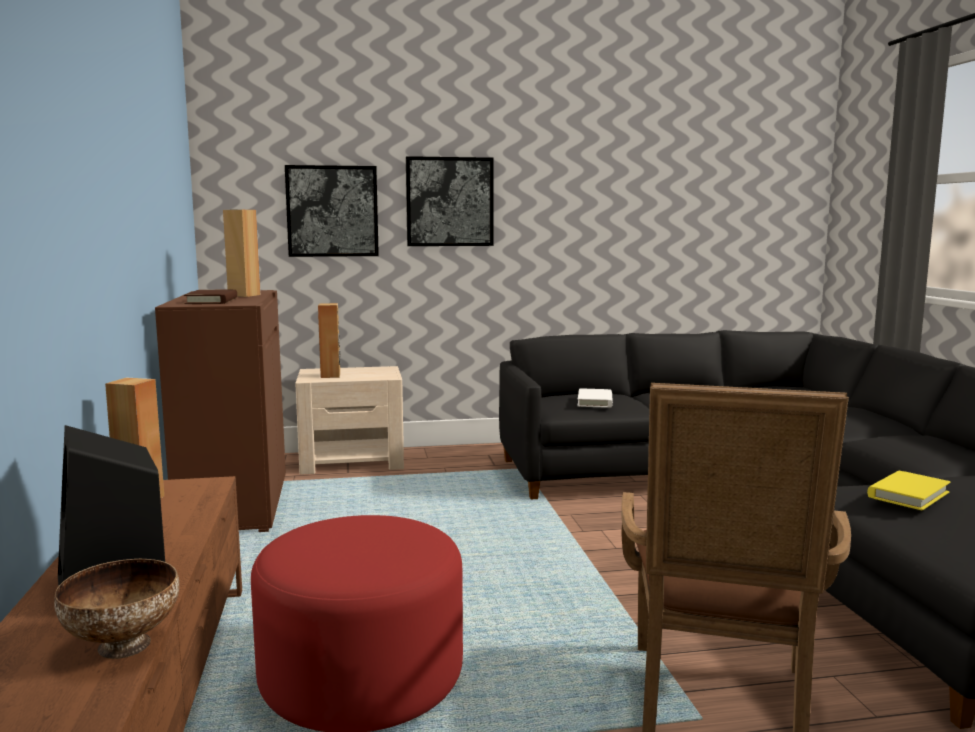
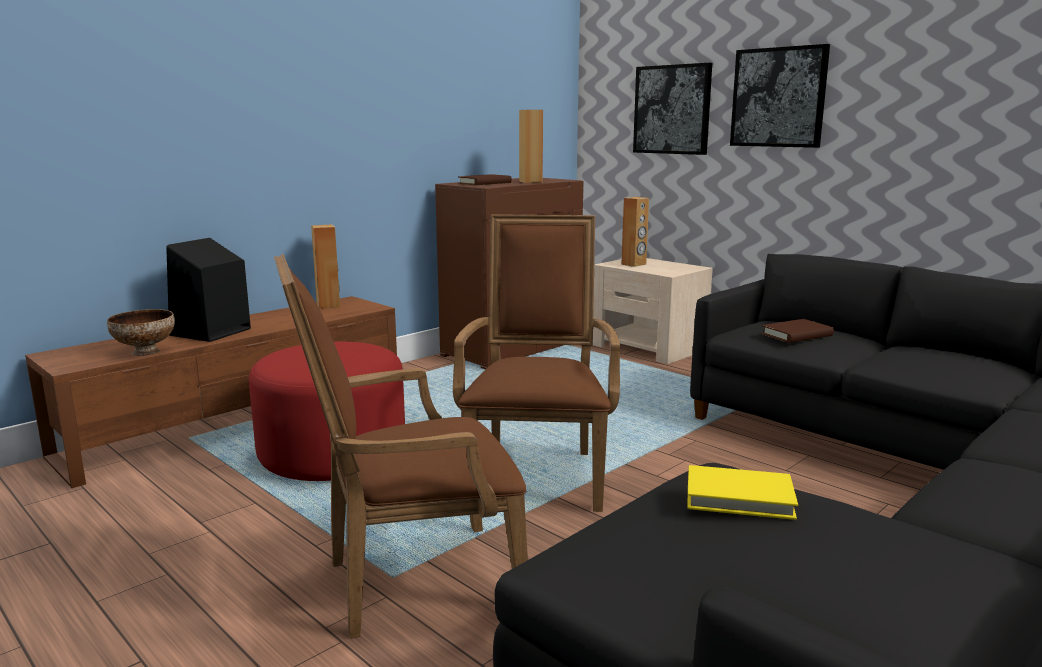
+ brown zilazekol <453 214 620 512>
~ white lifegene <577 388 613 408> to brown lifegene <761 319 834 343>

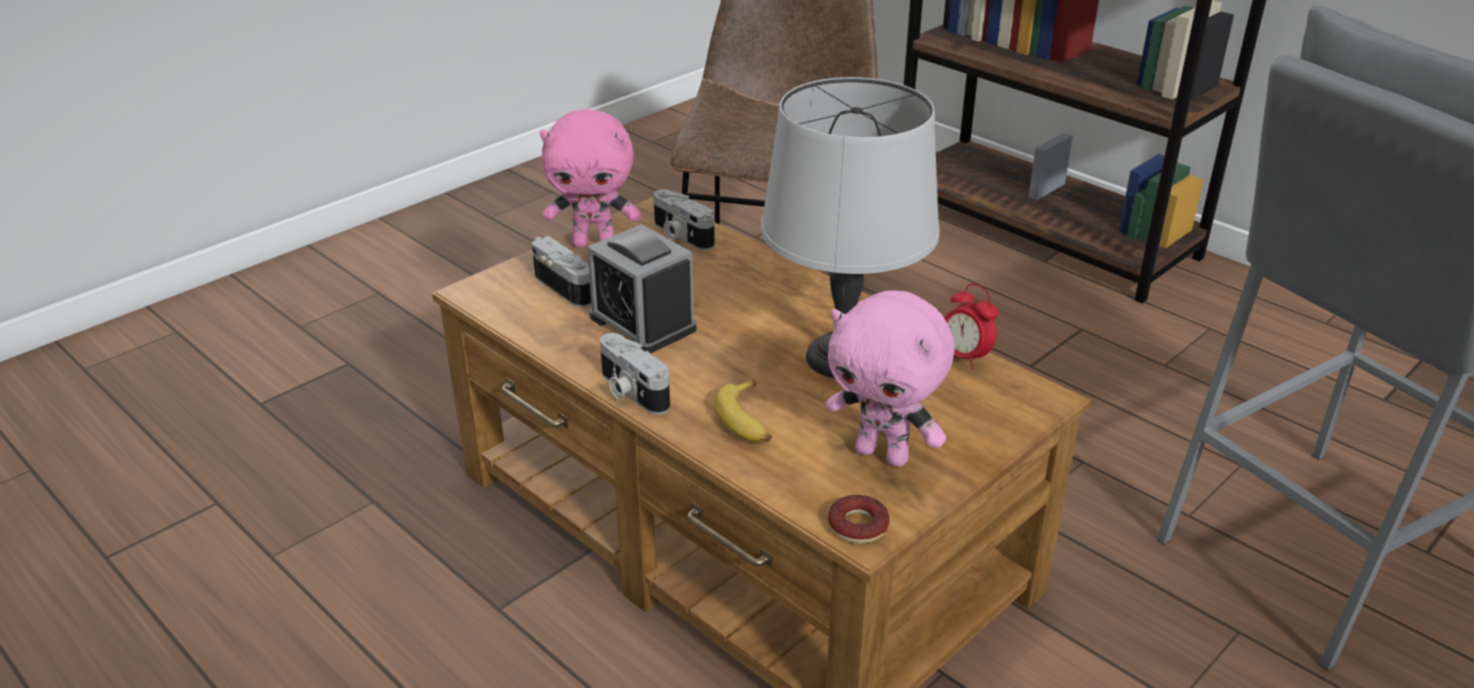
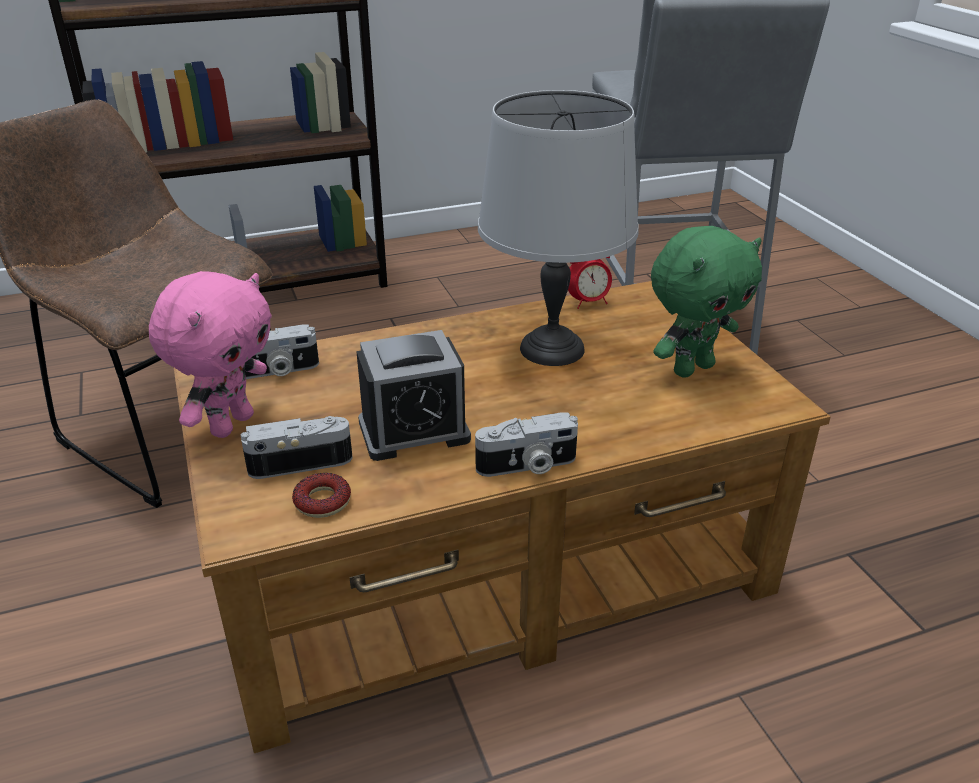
~ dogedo <828 495 890 543> to <292 473 351 518>
~ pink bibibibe <826 290 954 467> to green bibibibe <651 226 762 378>
- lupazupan <714 379 772 443>

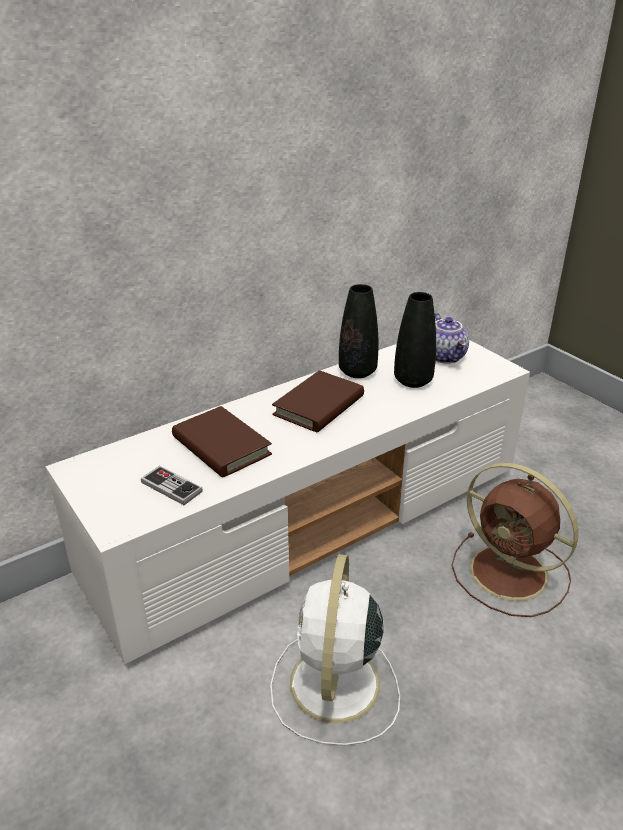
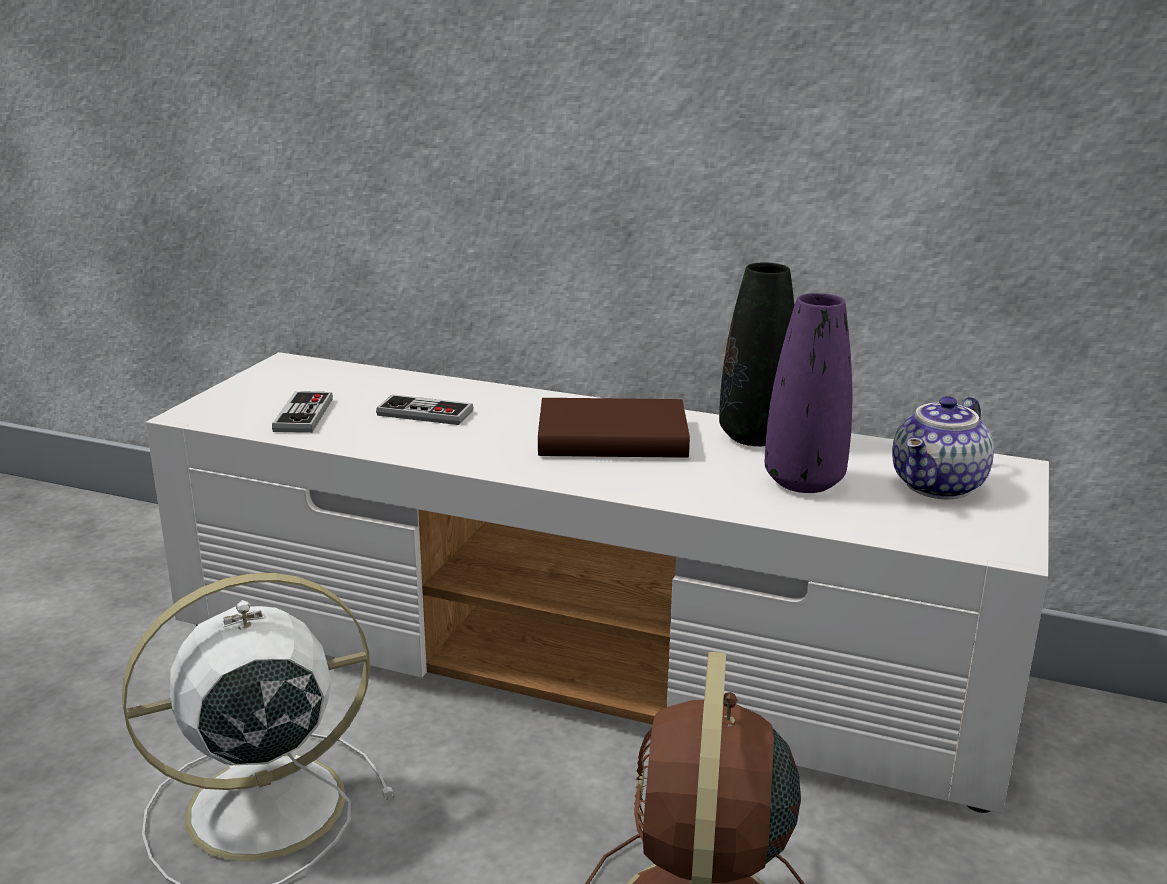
~ brown lifegene <172 406 272 478> to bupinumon <376 394 473 425>
~ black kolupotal <394 292 436 388> to purple kolupotal <765 293 852 493>

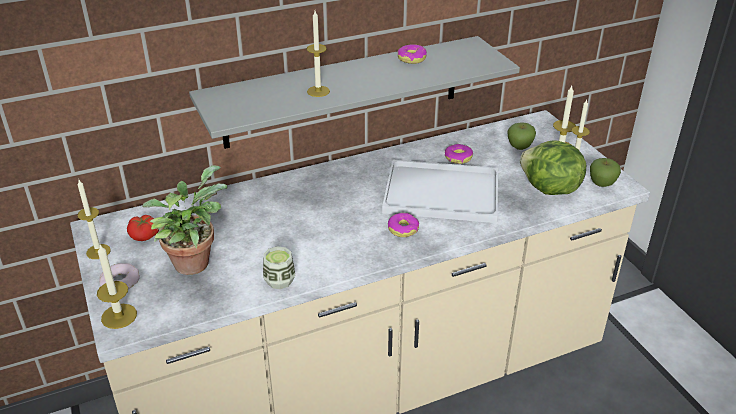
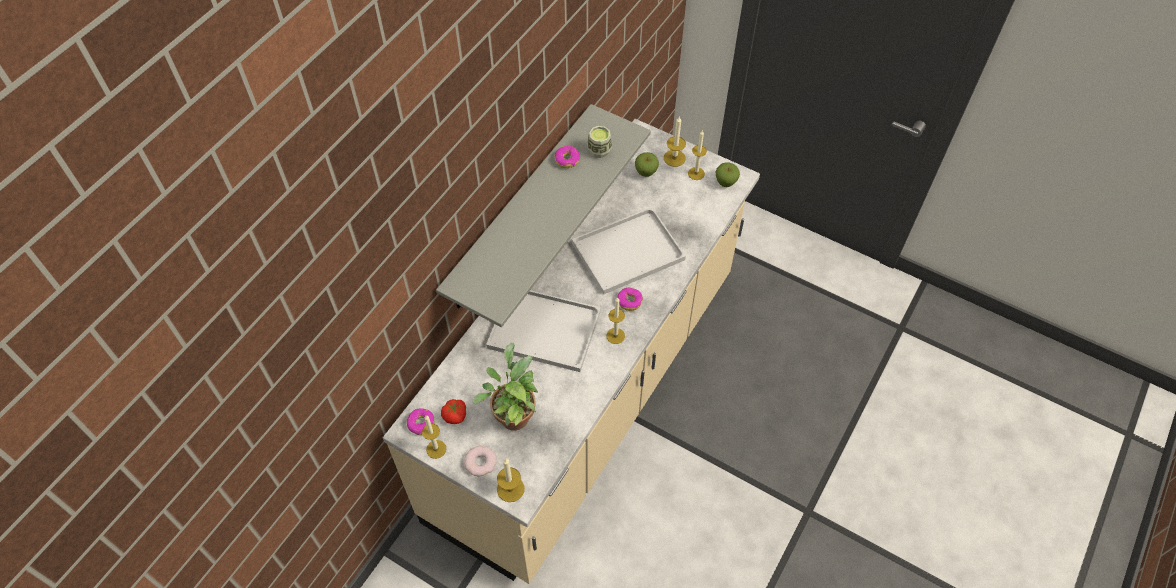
~ dogedo <445 144 473 164> to <407 408 434 435>
+ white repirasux <486 290 601 372>
~ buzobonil <263 246 295 289> to <587 126 612 158>
~ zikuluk <307 11 330 97> to <606 297 625 344>
- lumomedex <520 140 586 195>

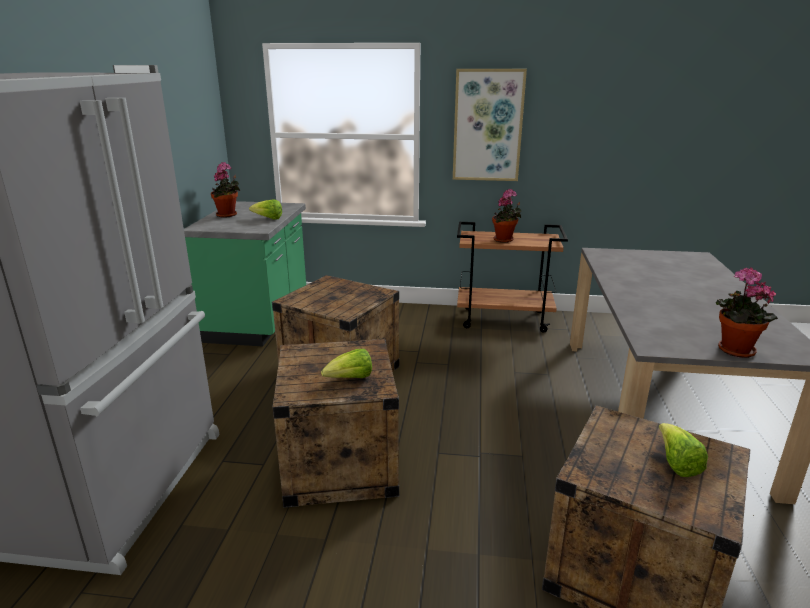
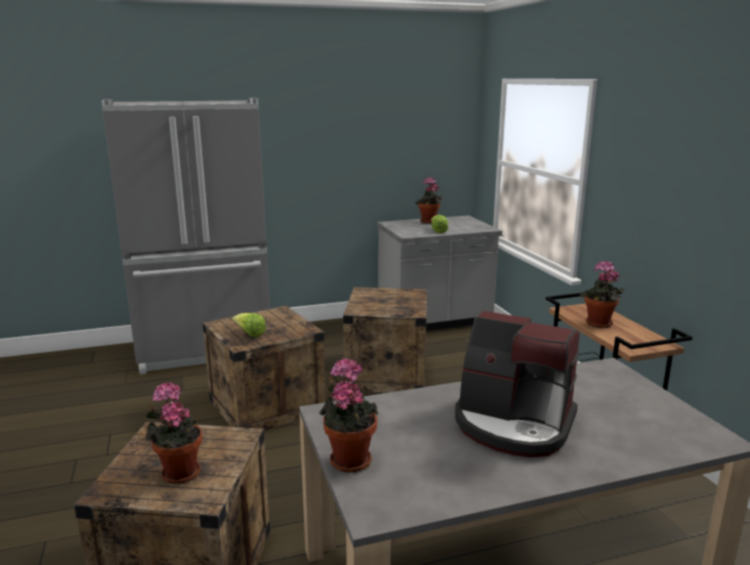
~ lumomedex <659 423 708 477> to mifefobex <145 382 202 484>
~ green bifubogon <184 201 306 346> to grey bifubogon <377 215 502 331>
+ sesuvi <455 311 580 457>
- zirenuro <453 69 527 181>

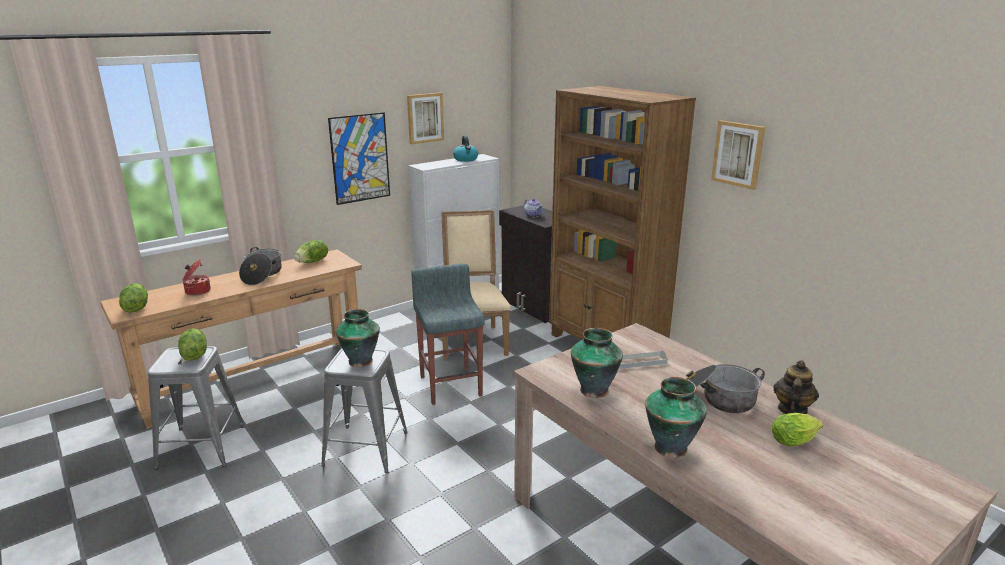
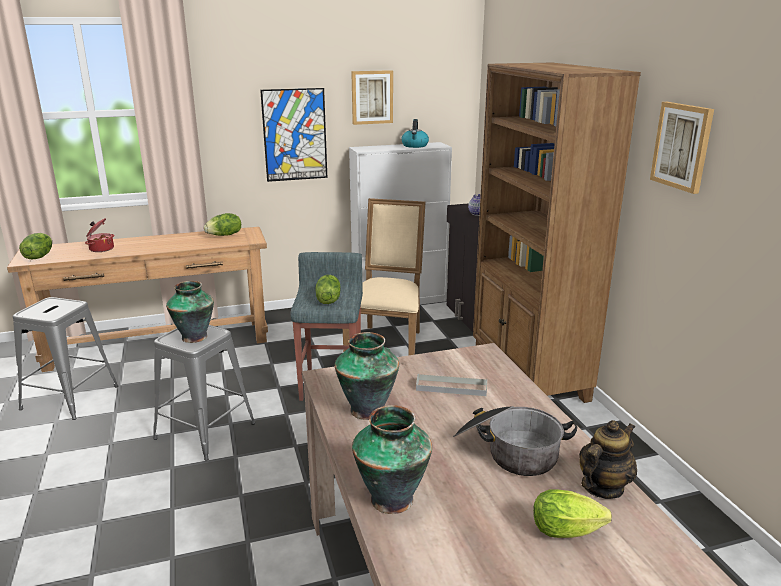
~ lumomedex <178 329 207 361> to <315 275 341 304>
- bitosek <239 247 282 285>

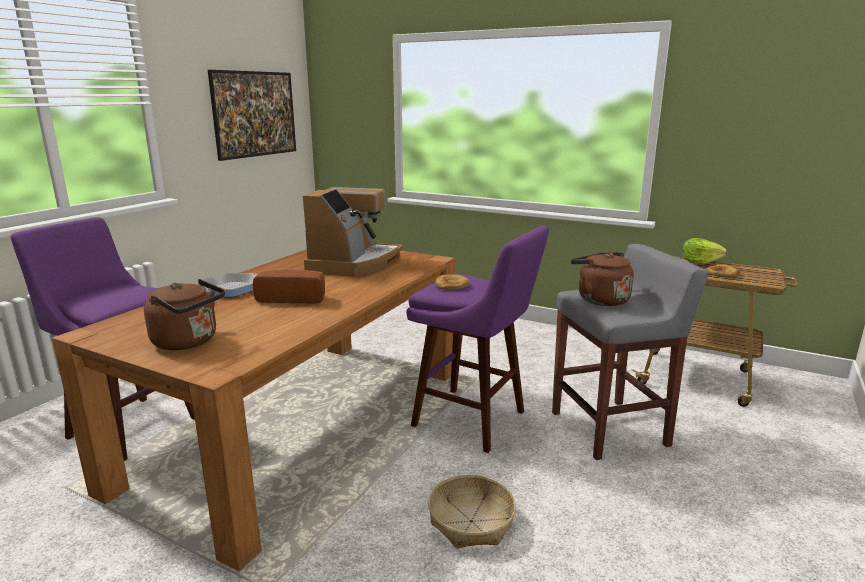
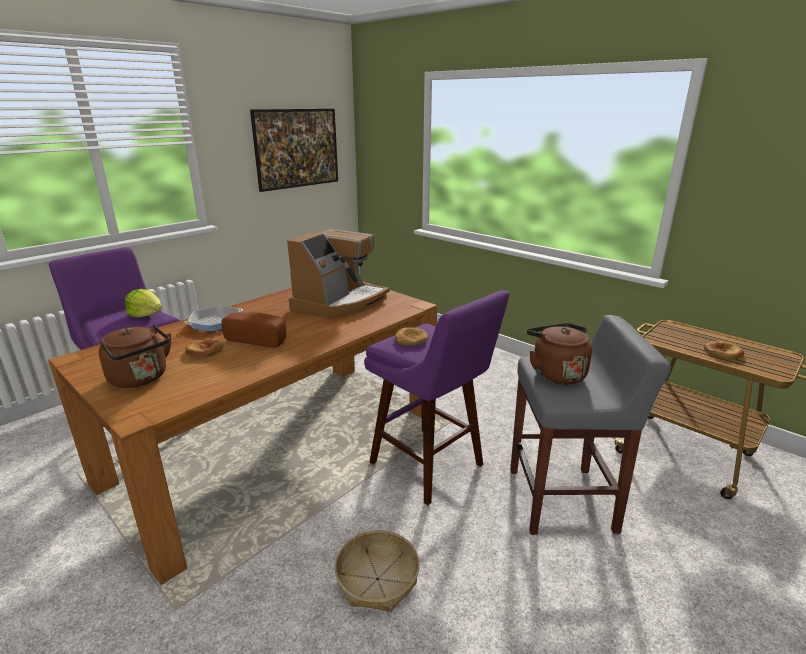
~ lumomedex <682 238 727 264> to <125 289 162 317>
+ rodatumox <185 339 223 358>

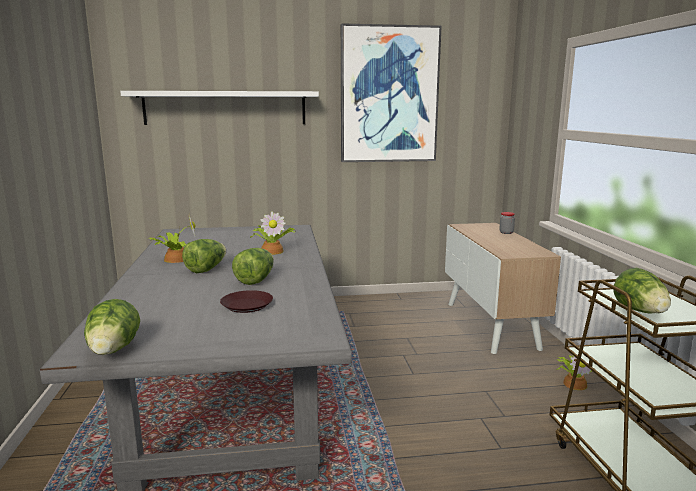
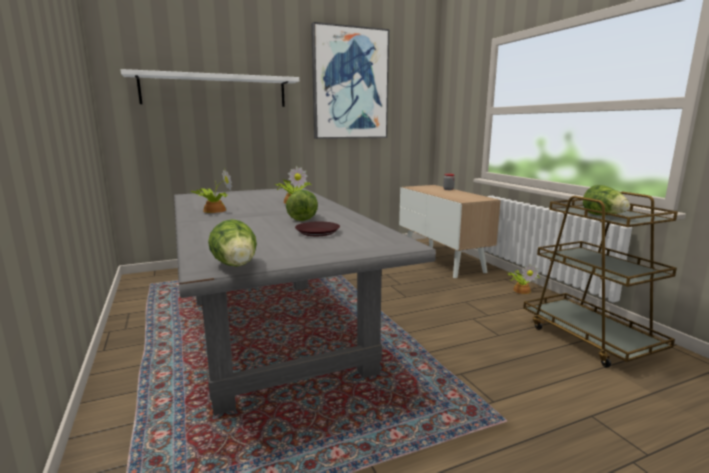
- lumomedex <182 239 226 273>

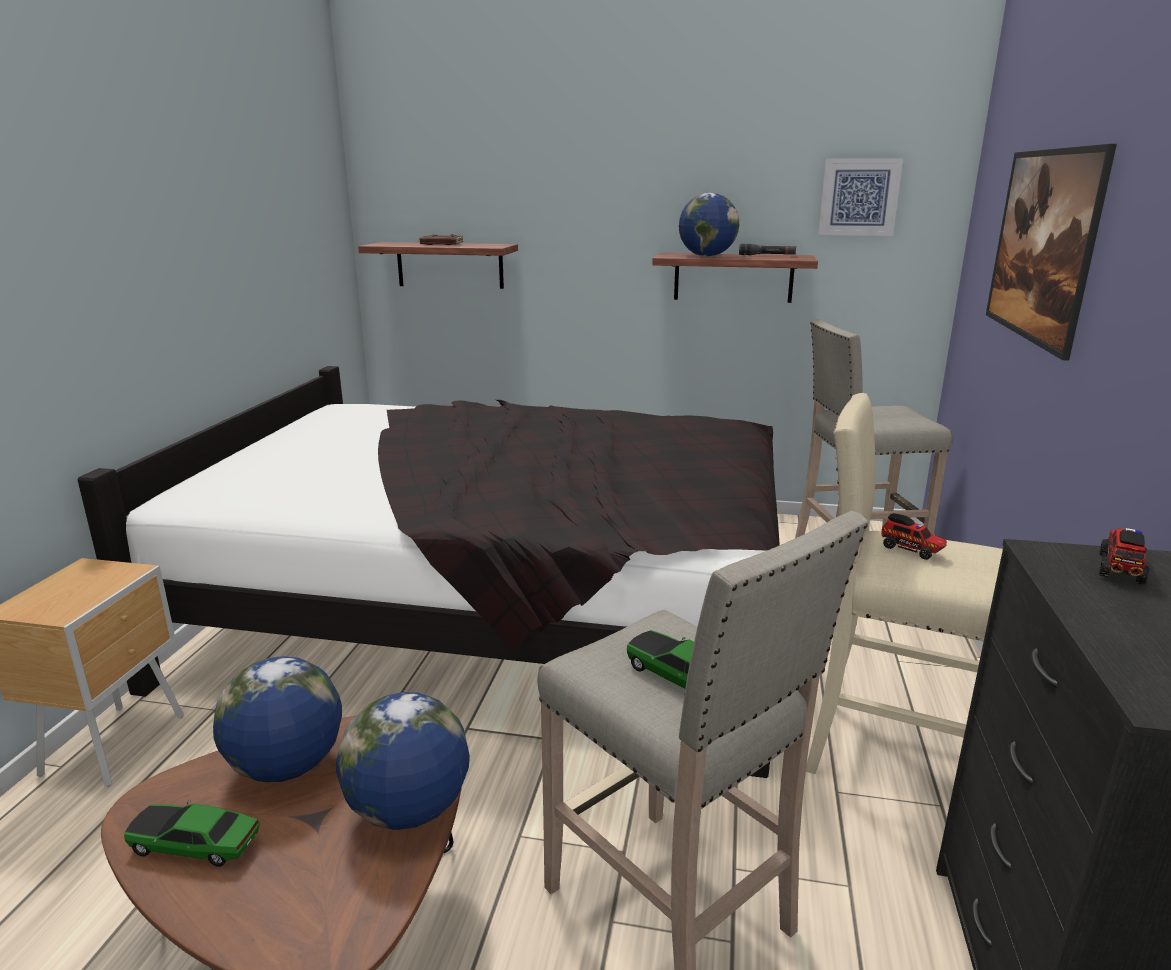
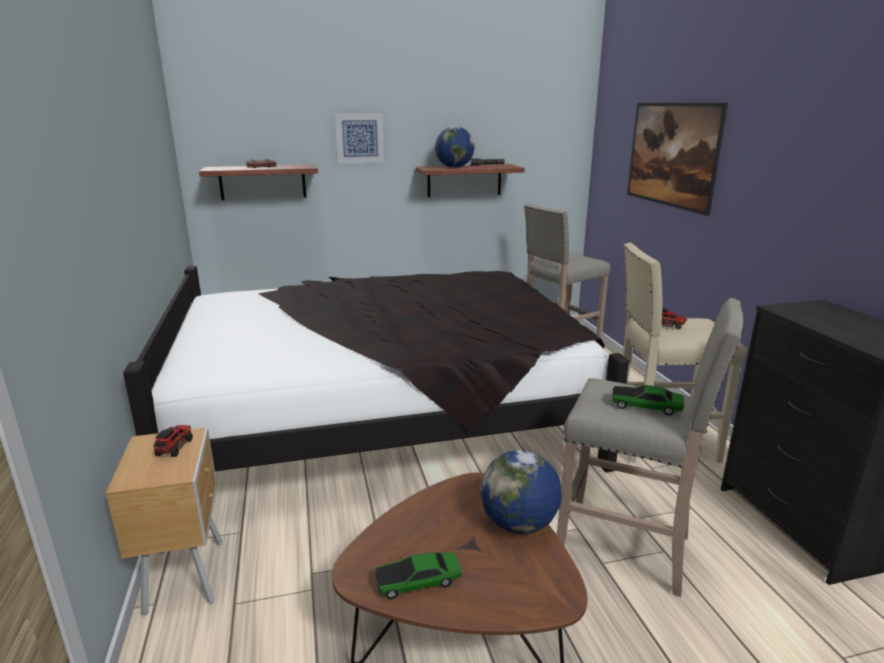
~ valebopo <1099 528 1150 585> to <153 425 193 457>
~ zirenuro <818 158 903 236> to <334 113 384 163>
- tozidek <213 656 342 782>

